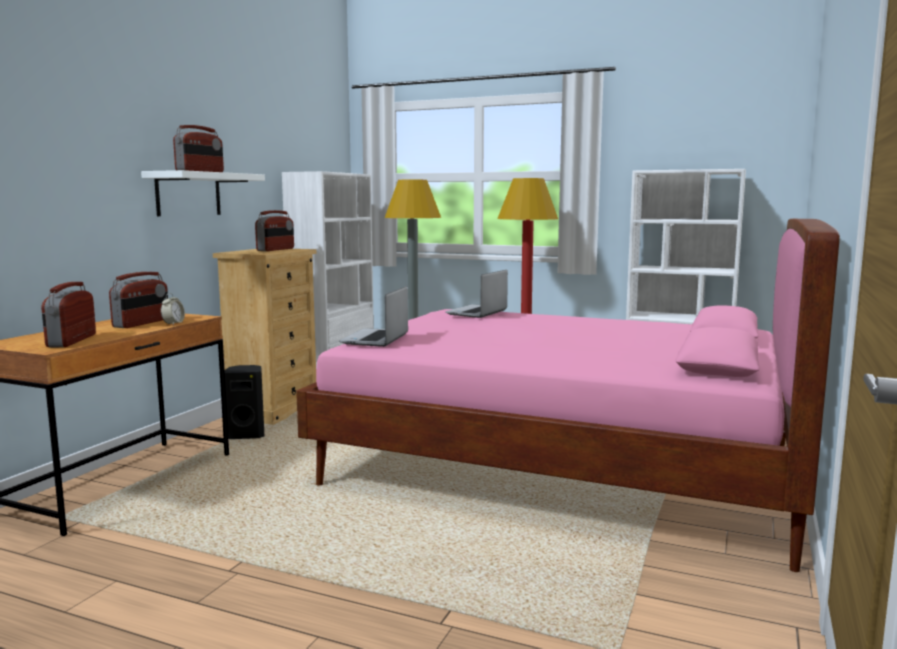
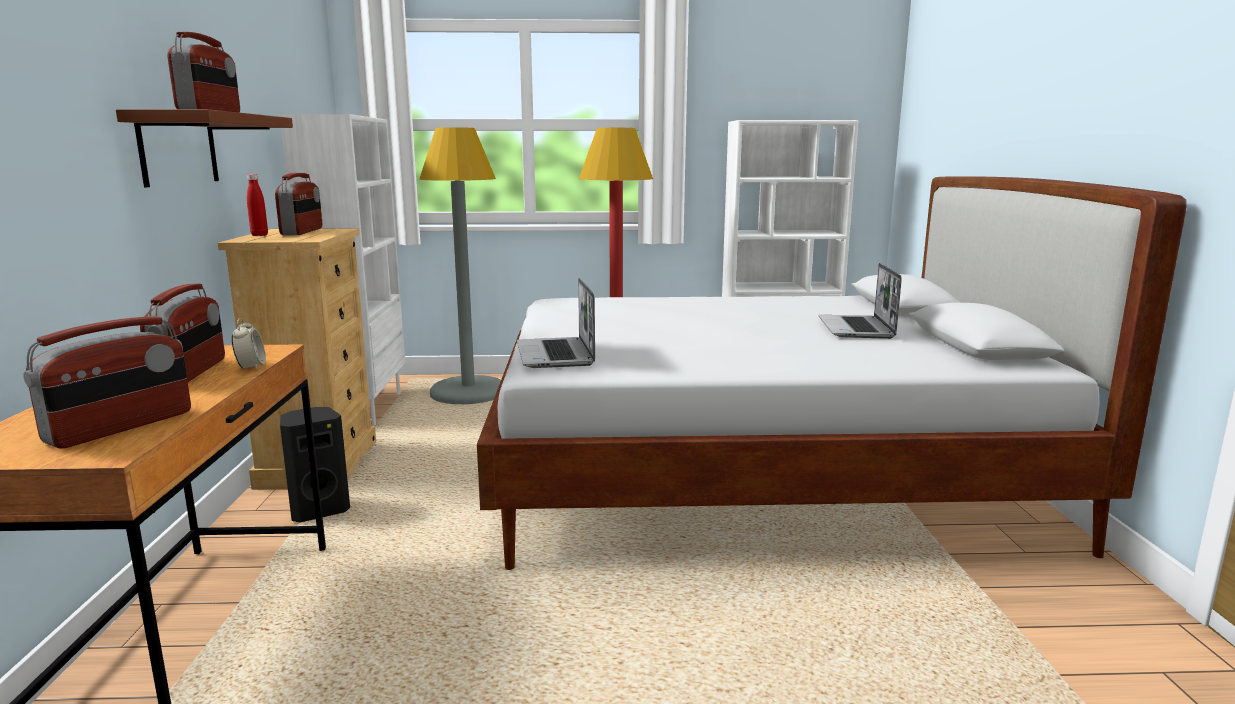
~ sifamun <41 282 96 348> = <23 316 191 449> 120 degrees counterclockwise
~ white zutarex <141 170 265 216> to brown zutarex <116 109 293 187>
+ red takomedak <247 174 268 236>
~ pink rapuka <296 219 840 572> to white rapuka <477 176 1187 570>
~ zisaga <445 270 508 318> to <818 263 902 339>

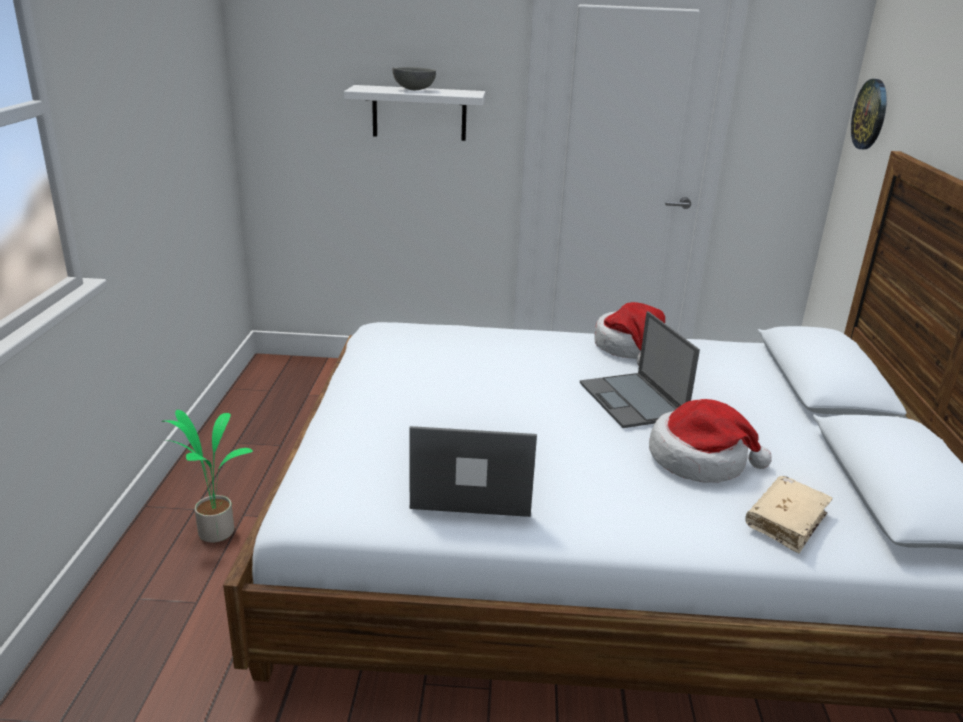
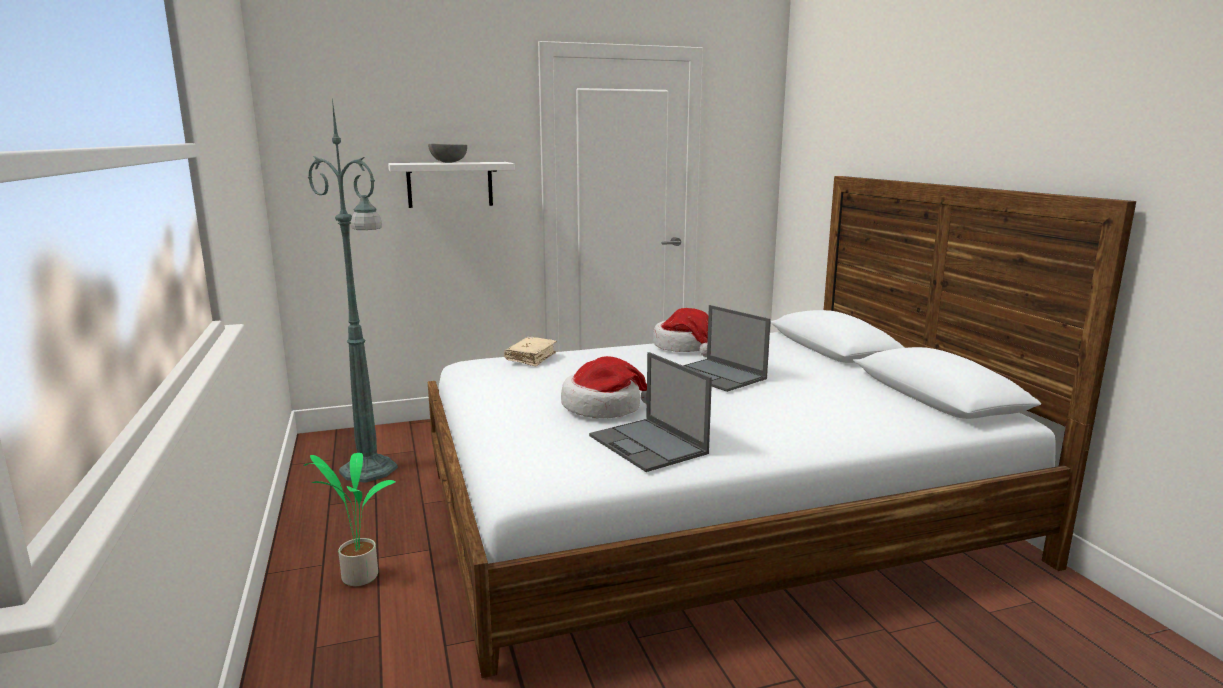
+ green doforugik <308 98 398 483>
~ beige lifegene <745 476 833 553> to <504 337 557 366>
~ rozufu <649 399 772 483> to <561 356 647 418>
~ zisaga <410 426 537 517> = <589 352 712 472> 105 degrees counterclockwise
- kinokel <851 79 887 149>

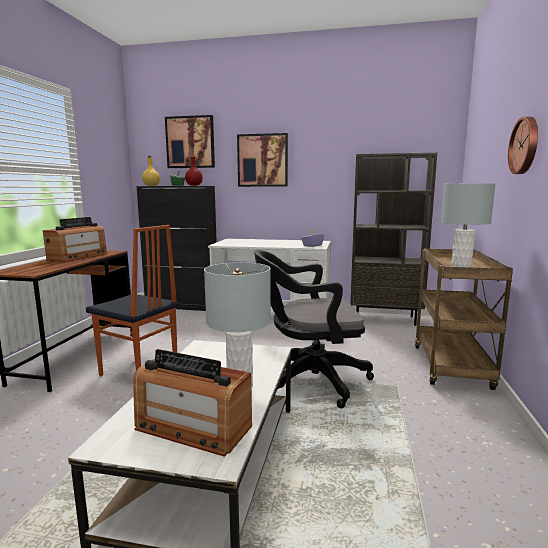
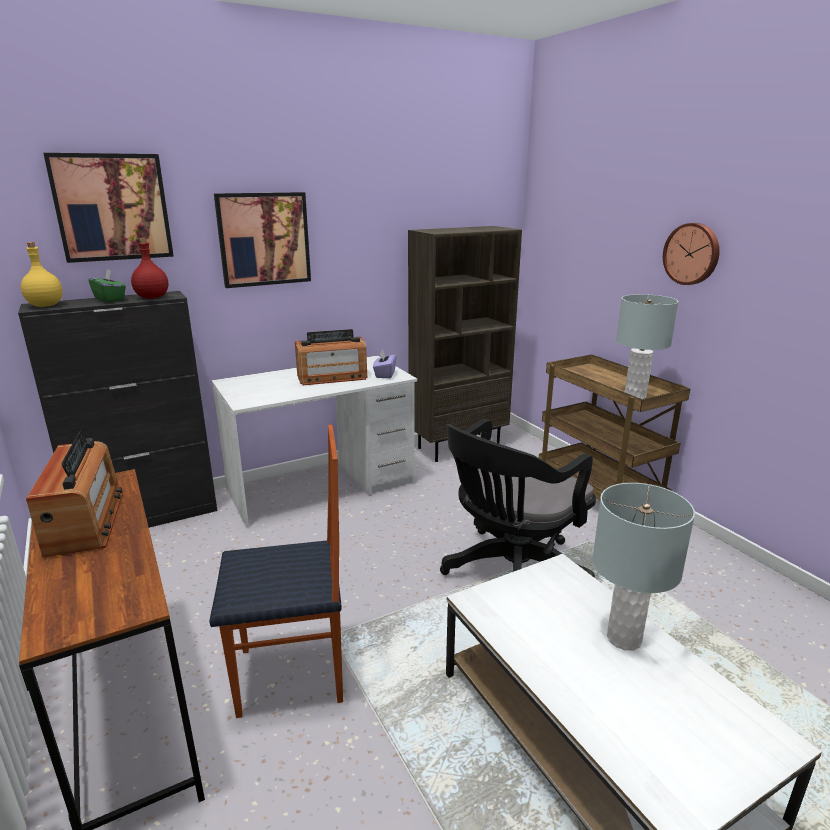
~ sifamun <133 349 252 457> to <295 329 367 385>

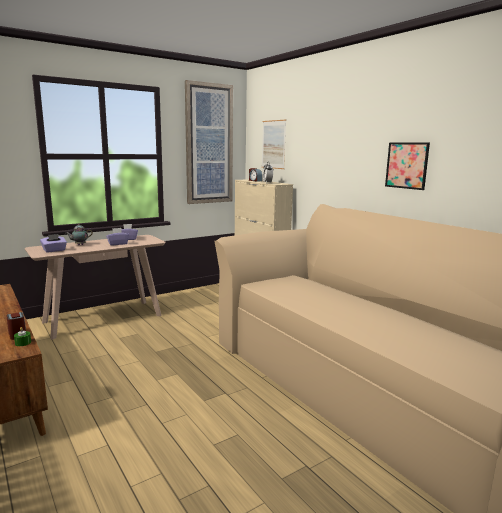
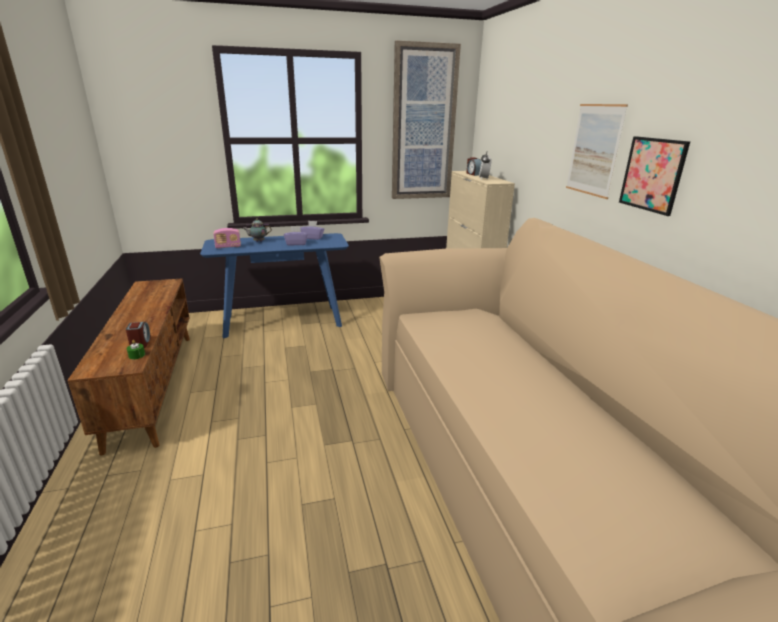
~ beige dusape <25 235 166 340> to blue dusape <200 233 349 338>
~ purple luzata <40 234 67 252> to sifamun <214 228 241 248>
~ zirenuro <262 120 286 169> to <566 104 628 199>

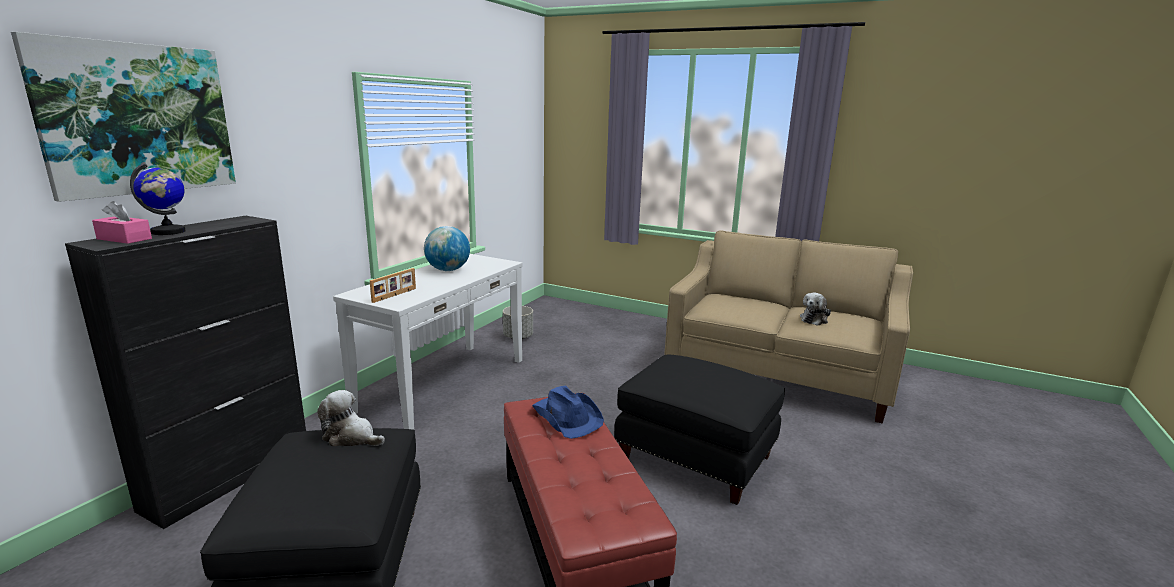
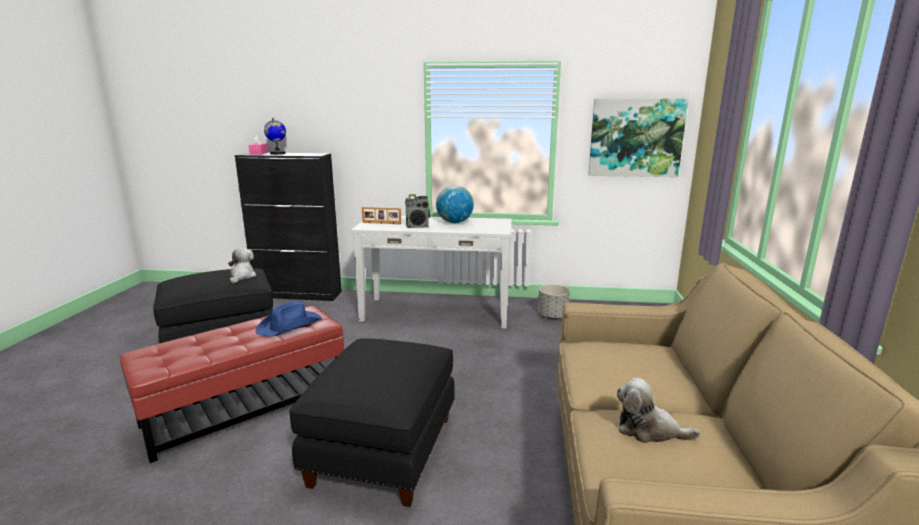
+ sifamun <405 194 430 228>
~ zirenuro <11 32 236 202> to <588 99 688 177>

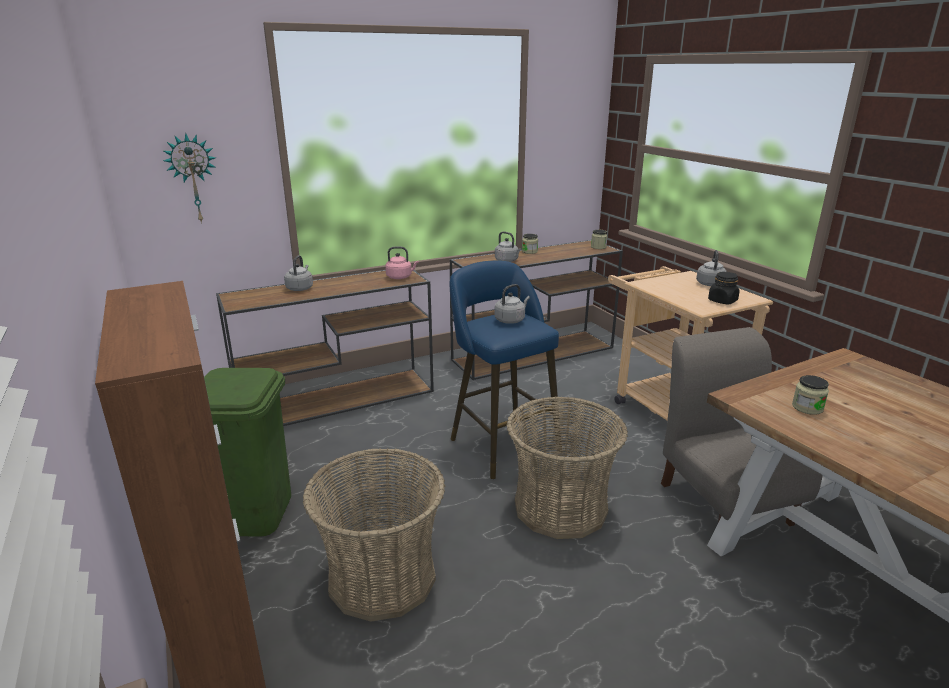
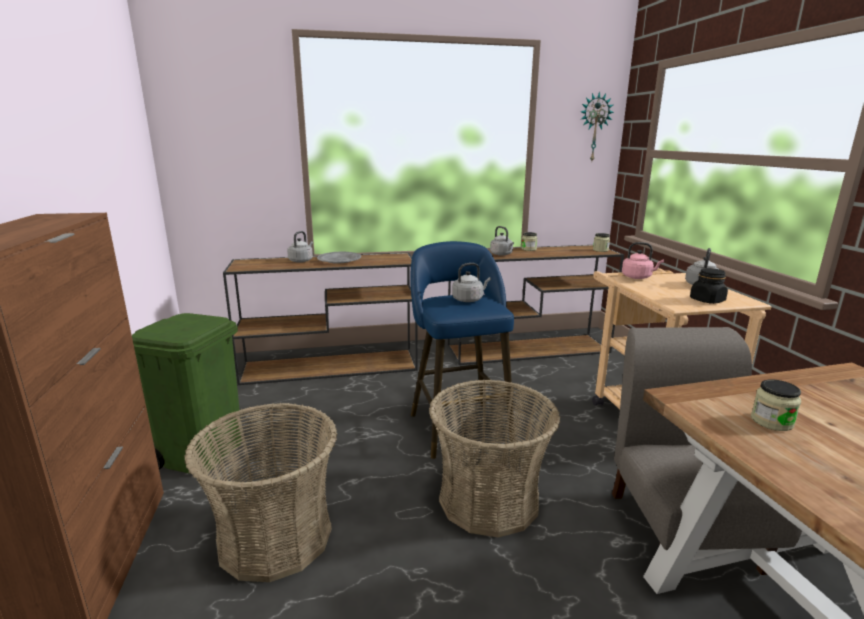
+ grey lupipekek <317 252 361 264>
~ kinokel <163 133 216 224> to <581 92 614 161>
~ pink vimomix <385 246 419 279> to <622 242 664 279>

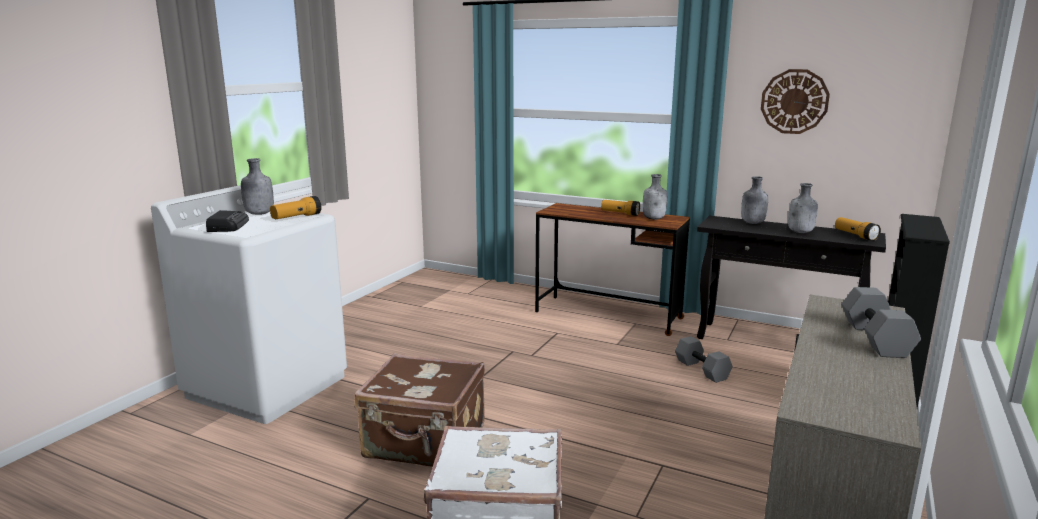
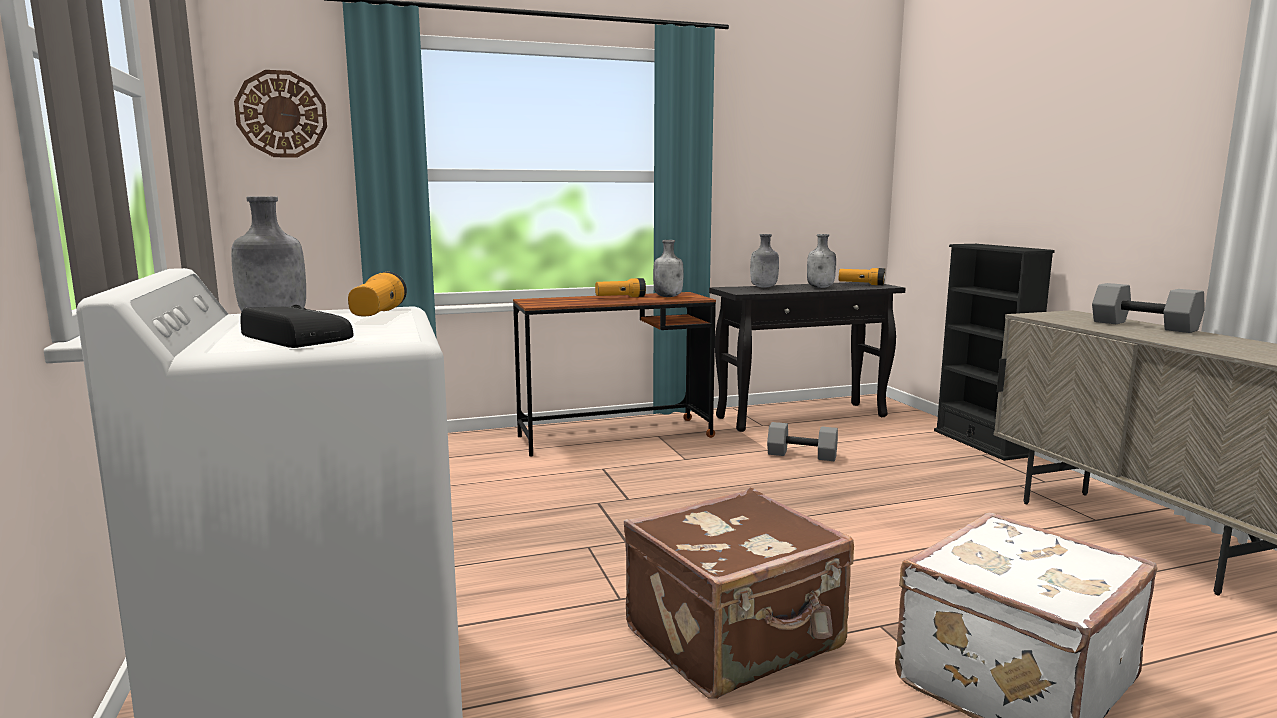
~ kinokel <761 69 830 134> to <234 70 327 158>

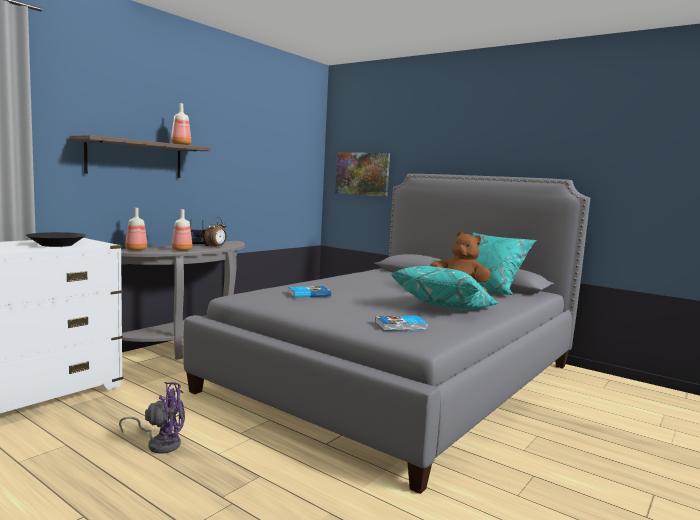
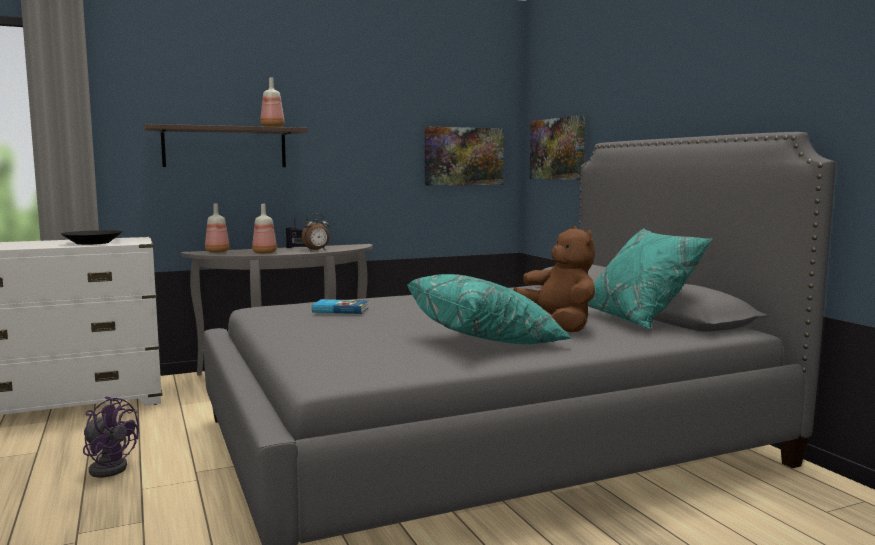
+ zirenuro <425 127 504 186>
- lifegene <375 316 428 331>

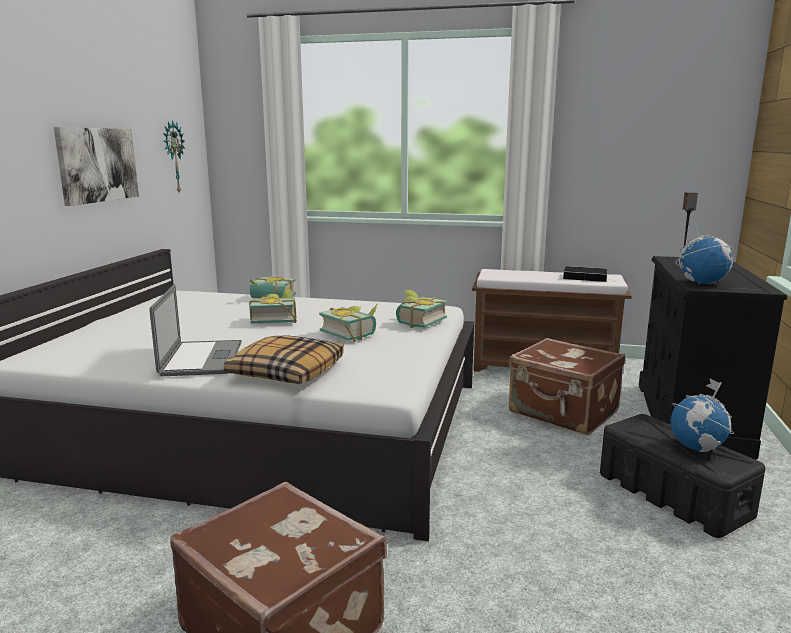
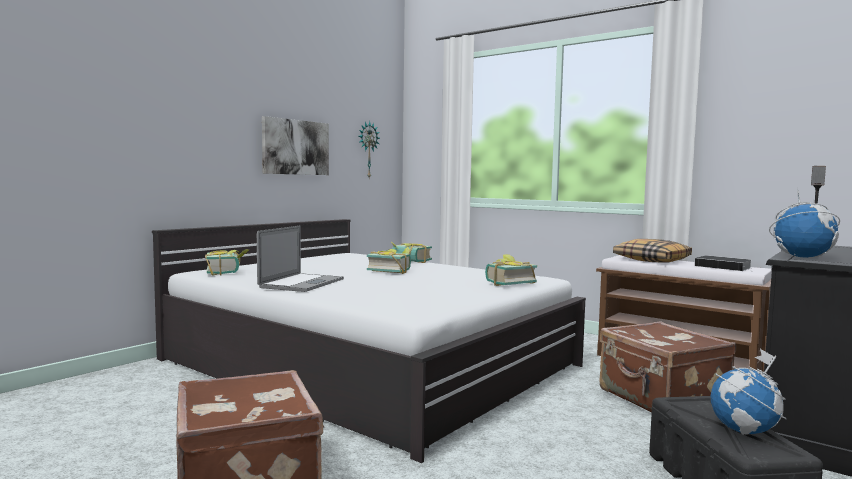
~ lifegene <319 304 378 342> to <205 249 249 276>
~ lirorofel <224 336 344 384> to <613 239 692 263>

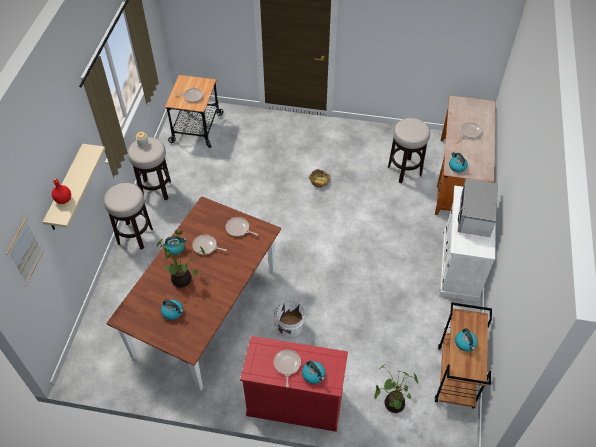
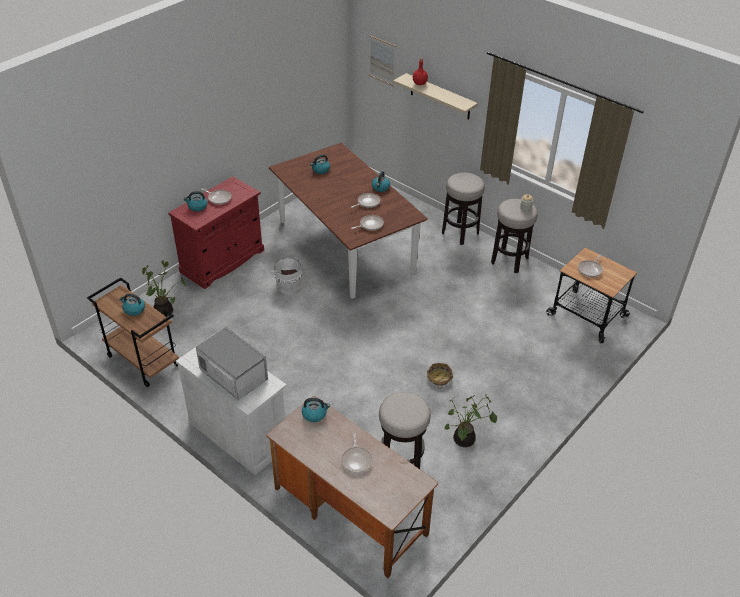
~ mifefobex <156 230 206 288> to <444 394 497 447>

